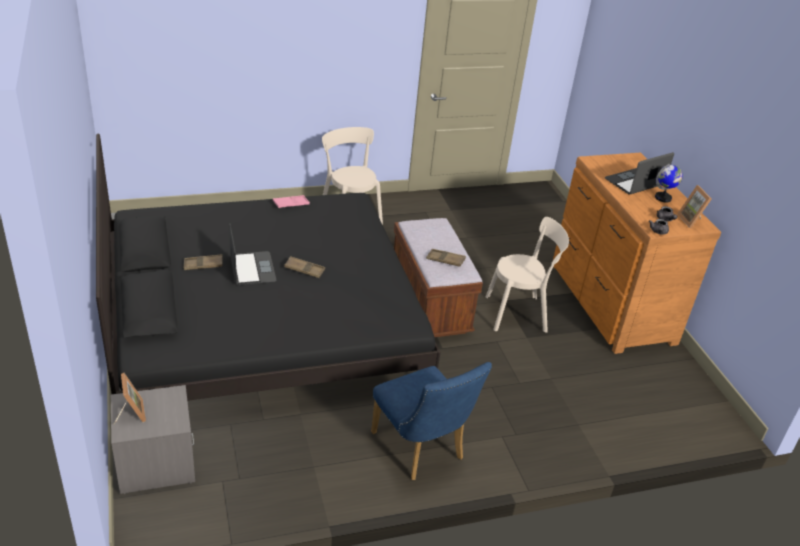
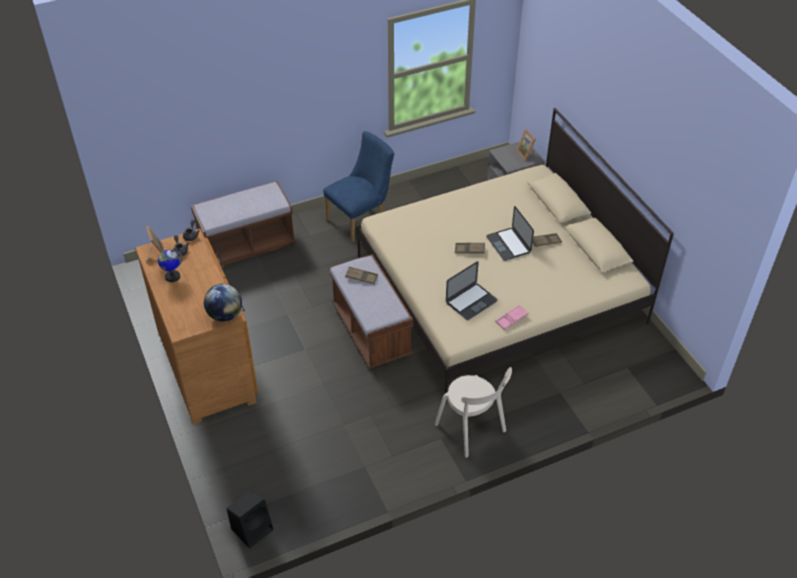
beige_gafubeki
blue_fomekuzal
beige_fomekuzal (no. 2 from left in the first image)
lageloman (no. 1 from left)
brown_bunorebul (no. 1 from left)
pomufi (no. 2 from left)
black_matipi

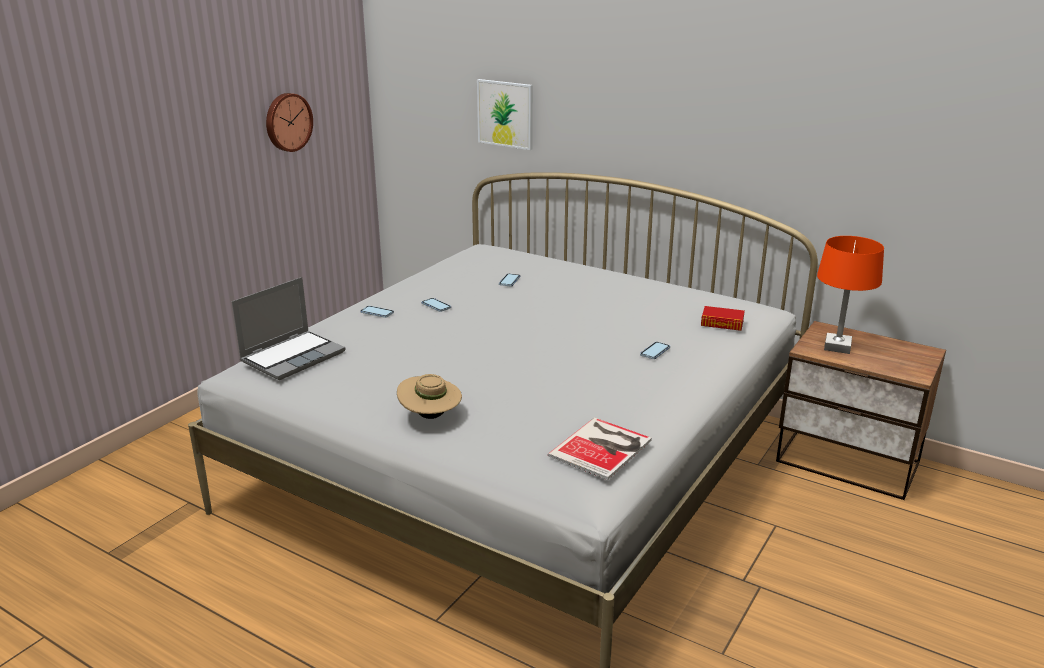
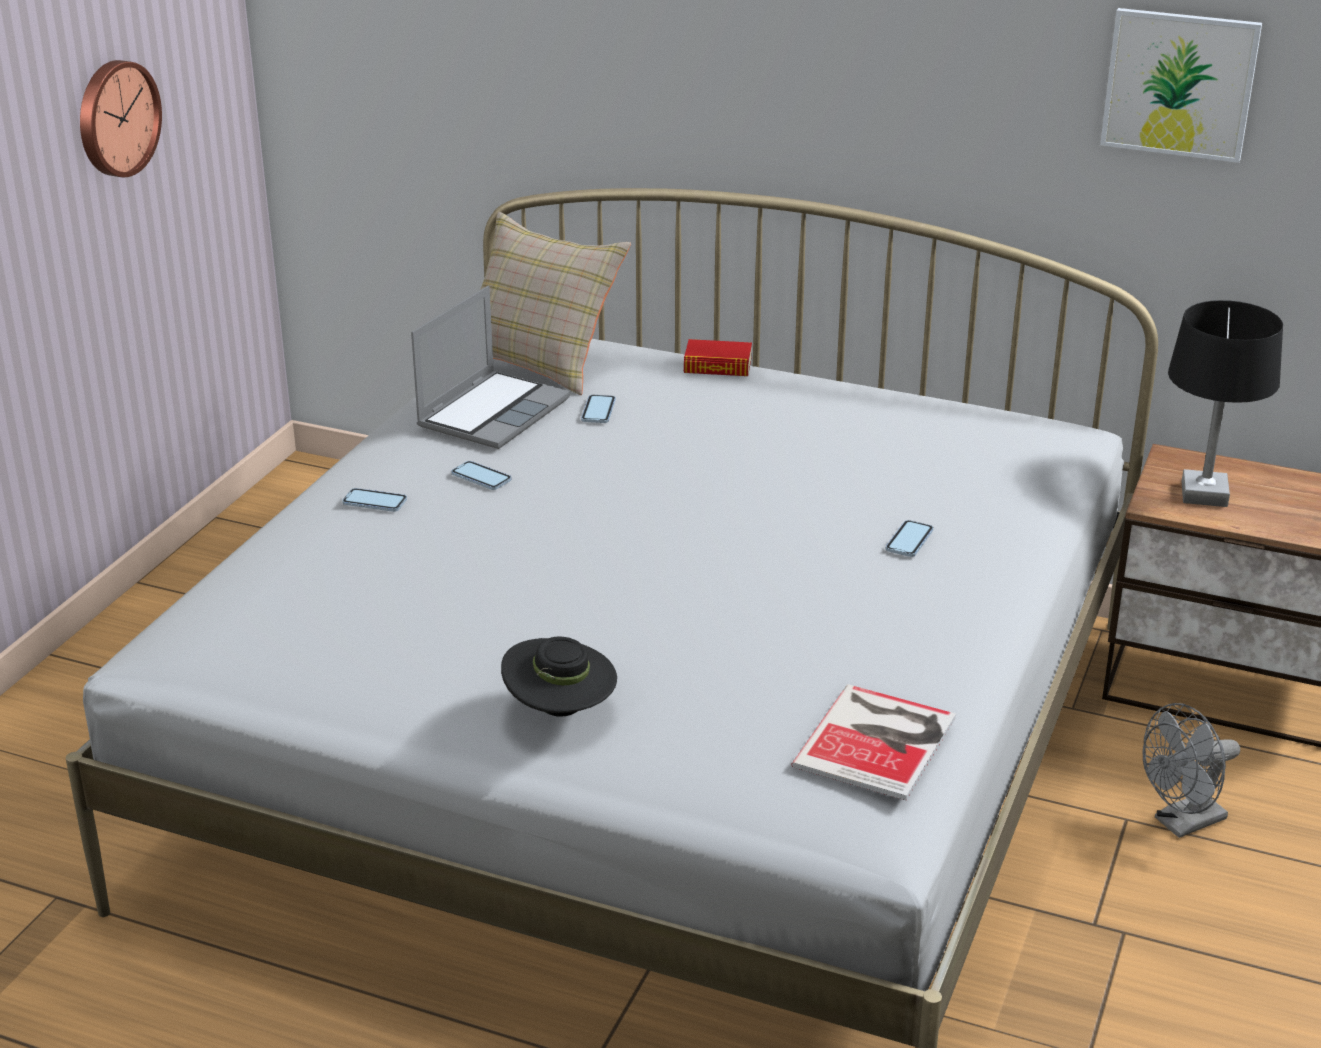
lageloman
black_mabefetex
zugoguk
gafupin (no. 1 from left)
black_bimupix
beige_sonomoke
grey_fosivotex

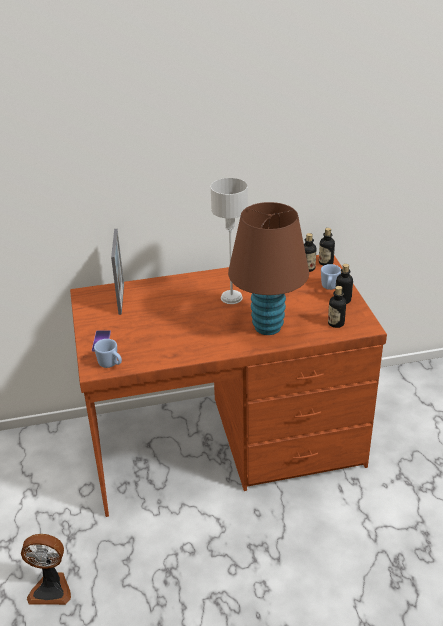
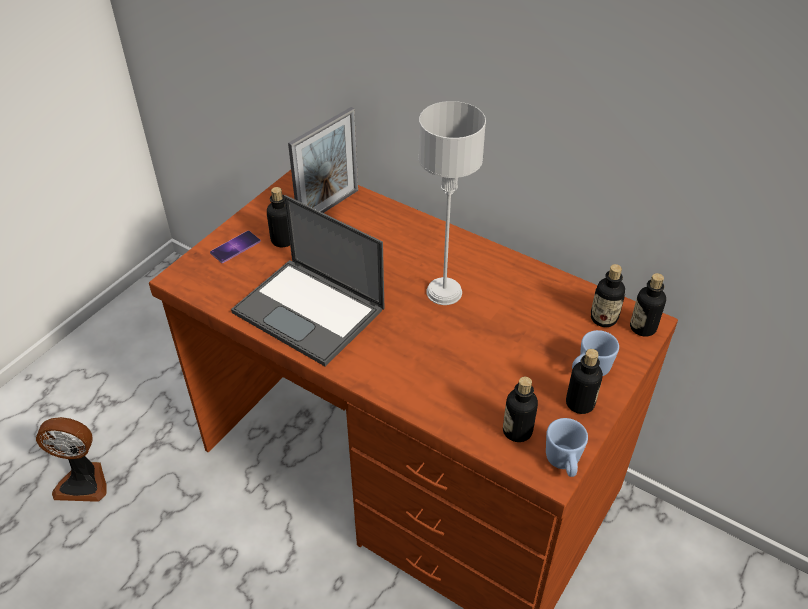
fosivotex
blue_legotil (no. 1 from left)
brown_bimupix
lageloman
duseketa (no. 1 from left)

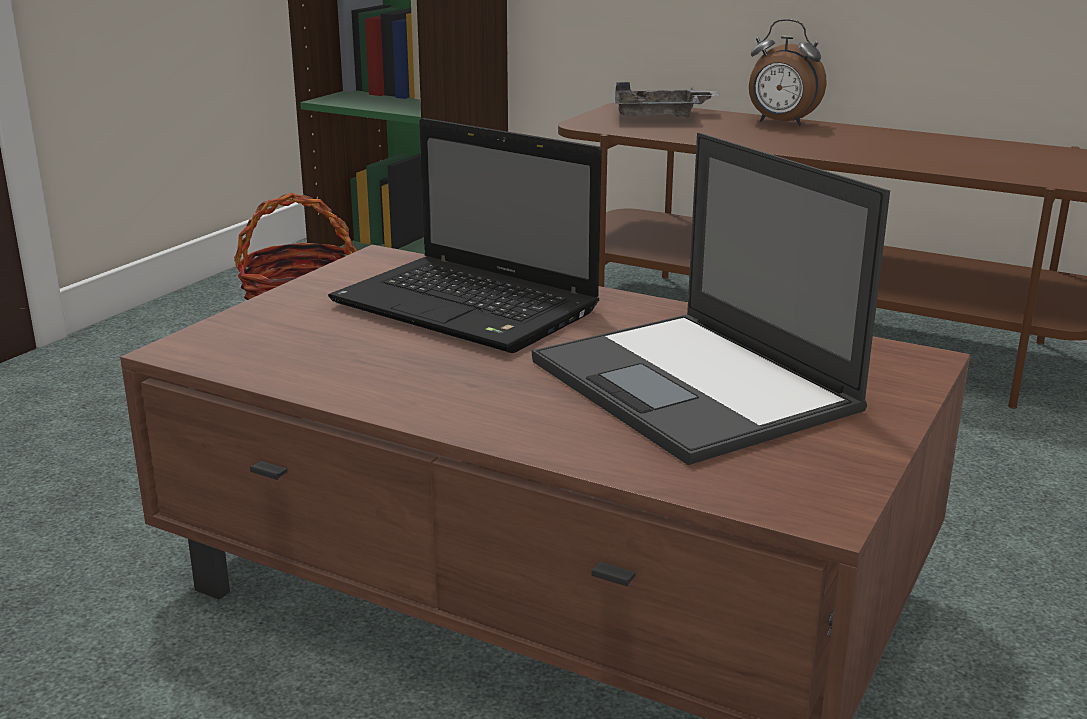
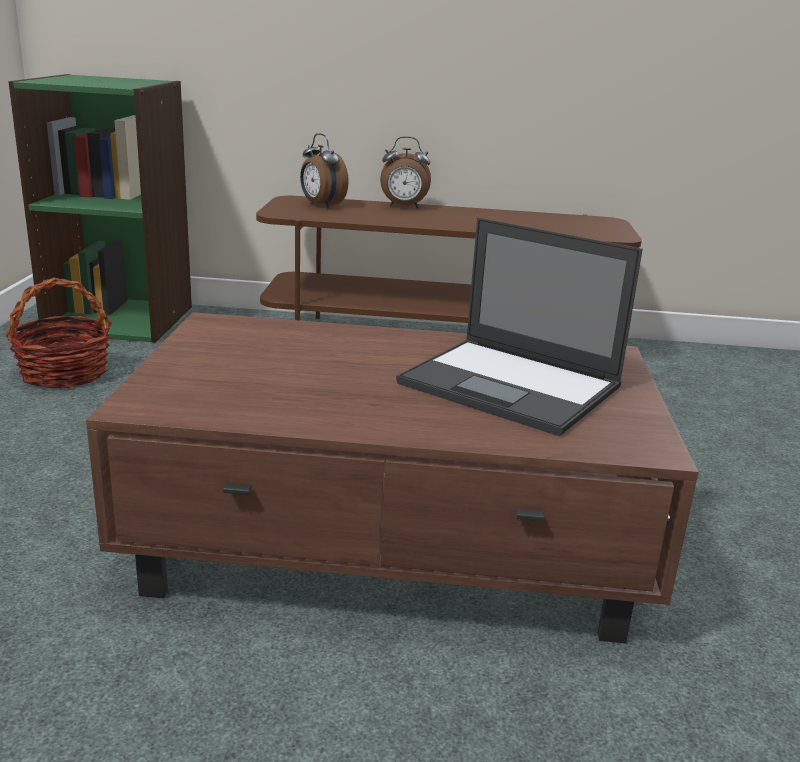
lageloman (no. 1 from left in the first image)
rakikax (no. 1 from left)

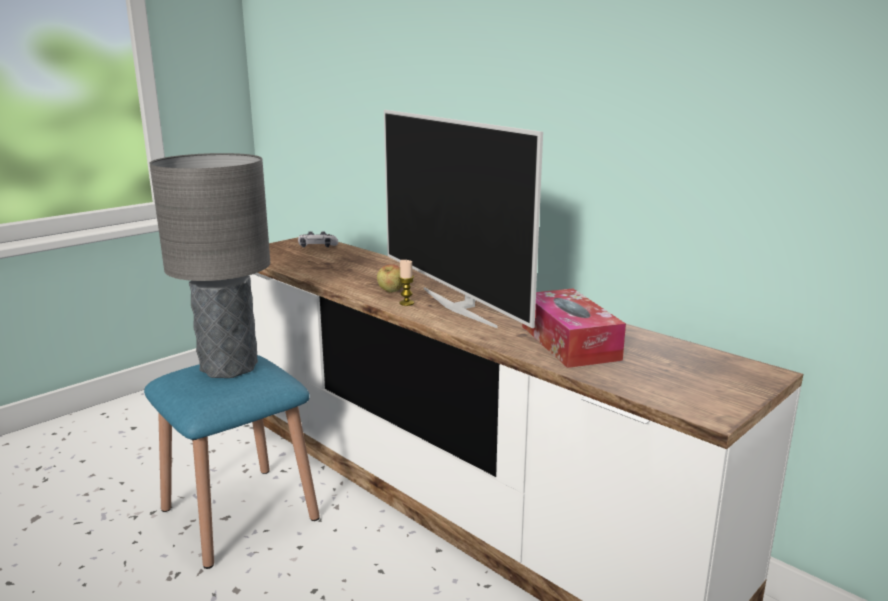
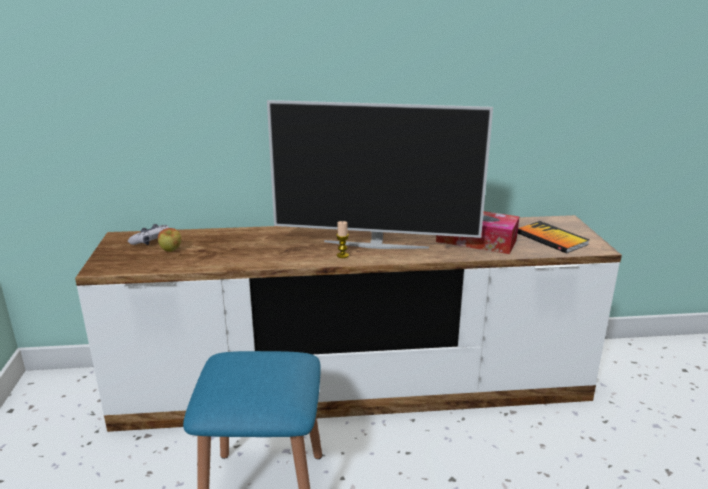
grey_bimupix
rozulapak
gafupin

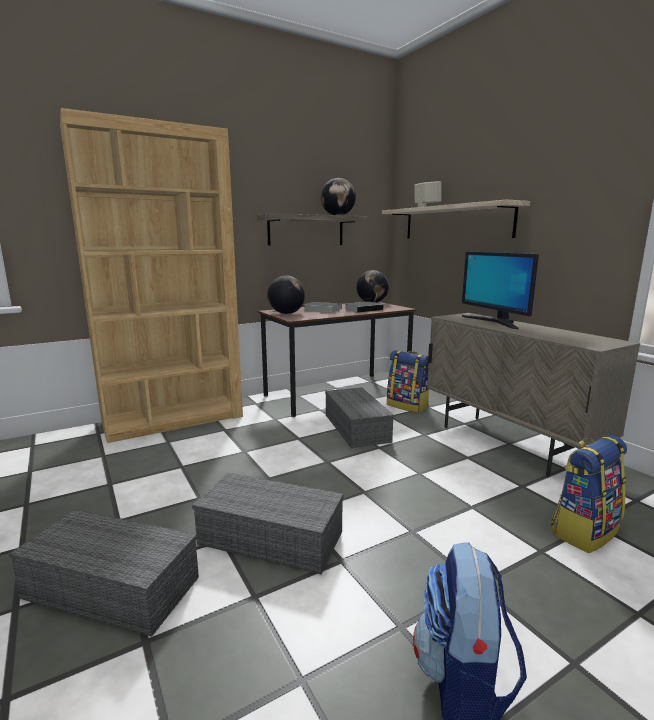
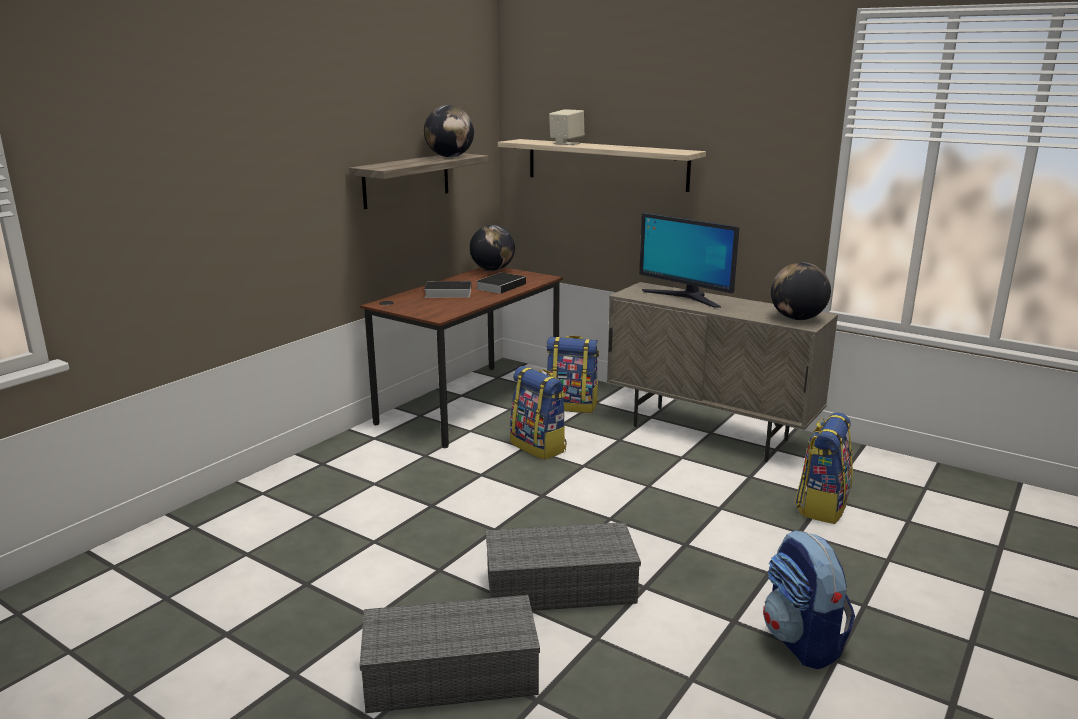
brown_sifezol
pomufi (no. 3 from left)
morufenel (no. 1 from left)

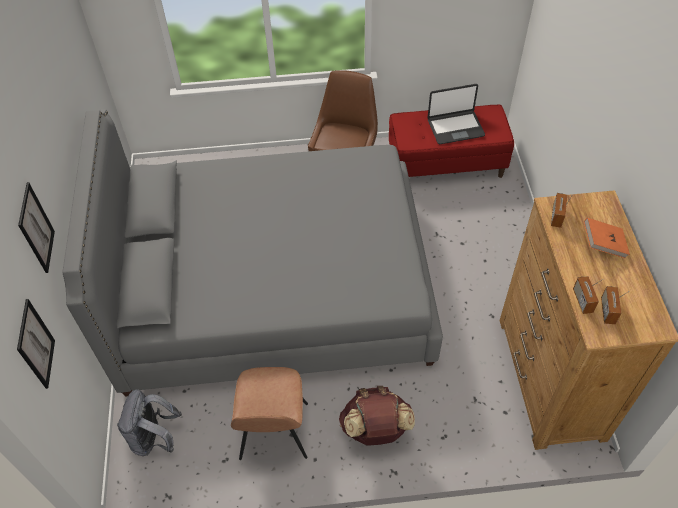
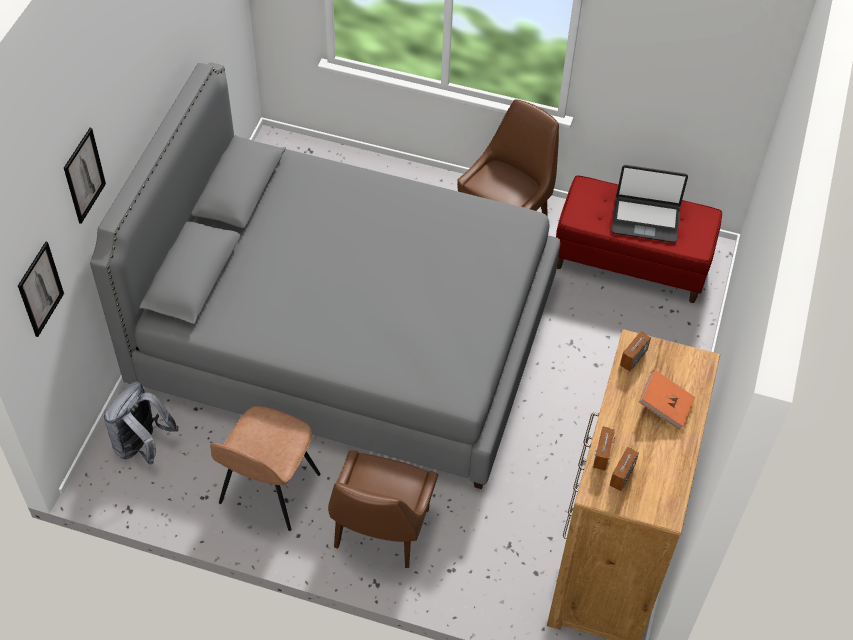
brown_fomekuzal (no. 2 from left)

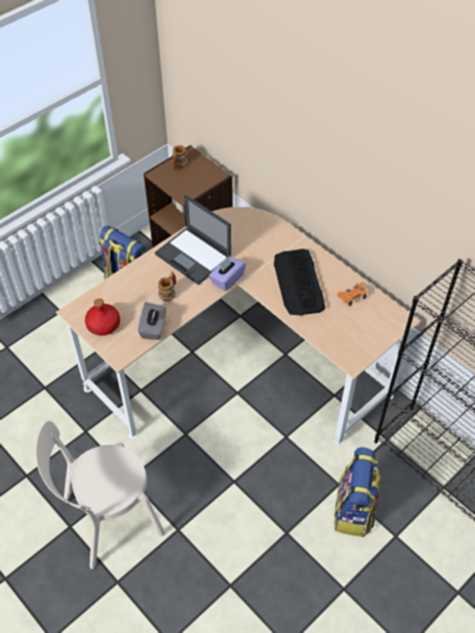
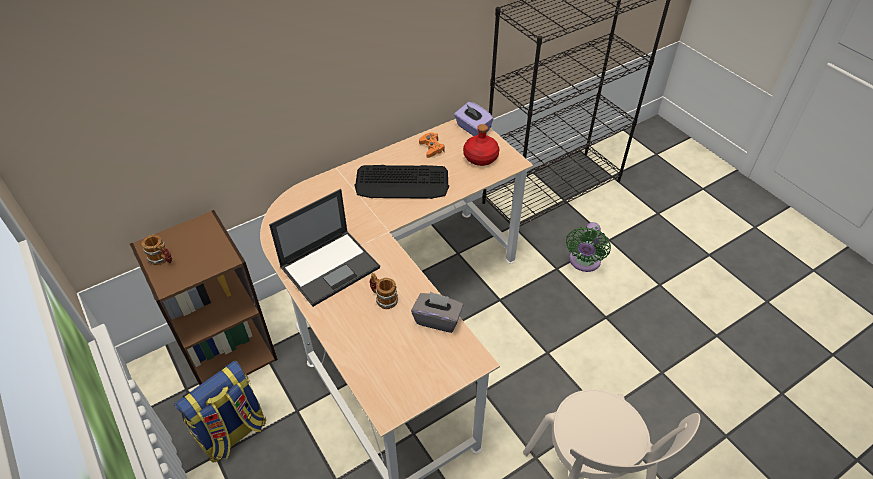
red_duseketa
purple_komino
green_fosivotex

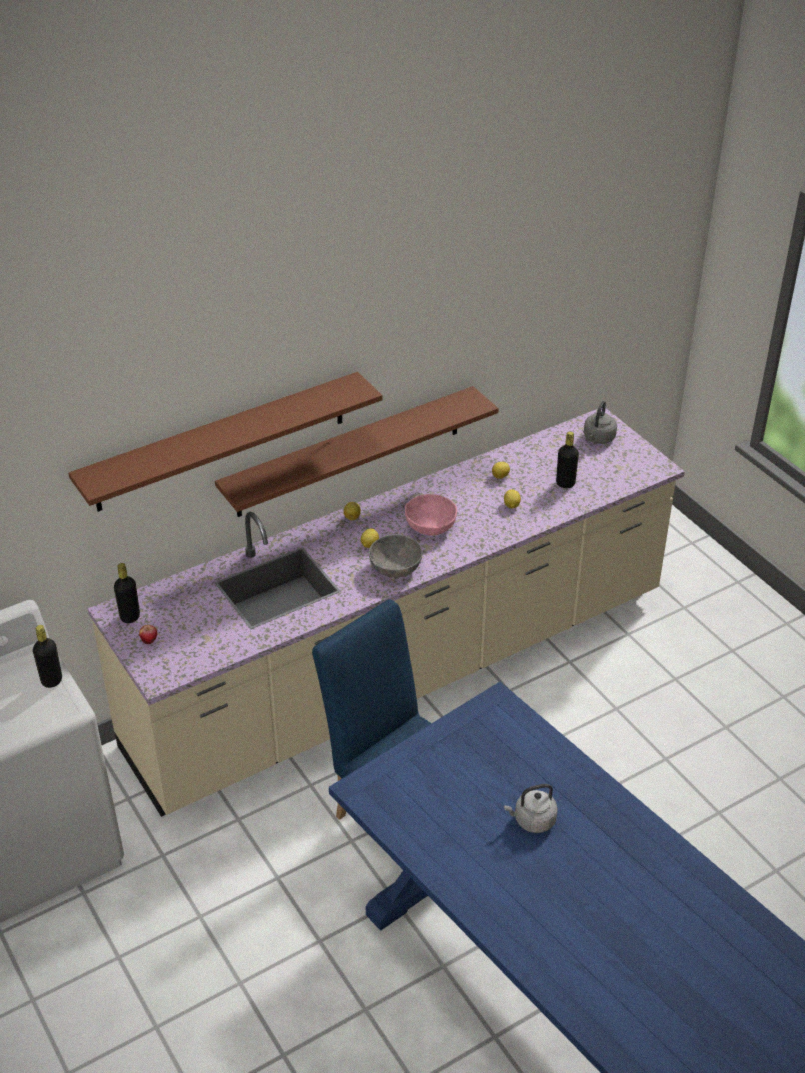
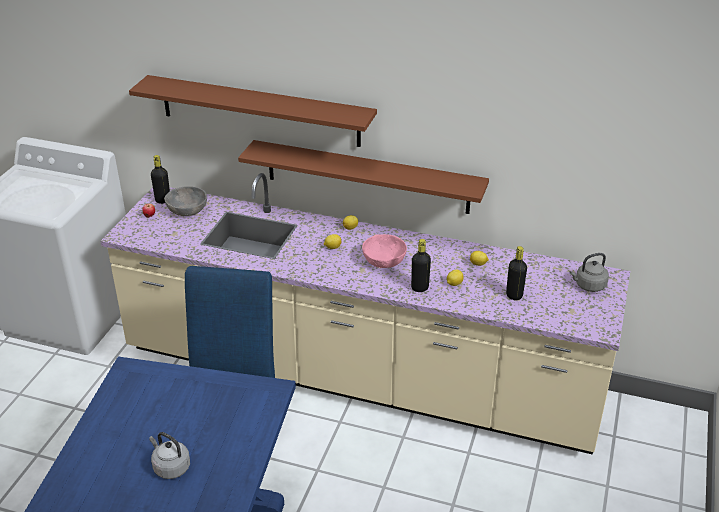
black_duseketa (no. 2 from left)
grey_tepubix

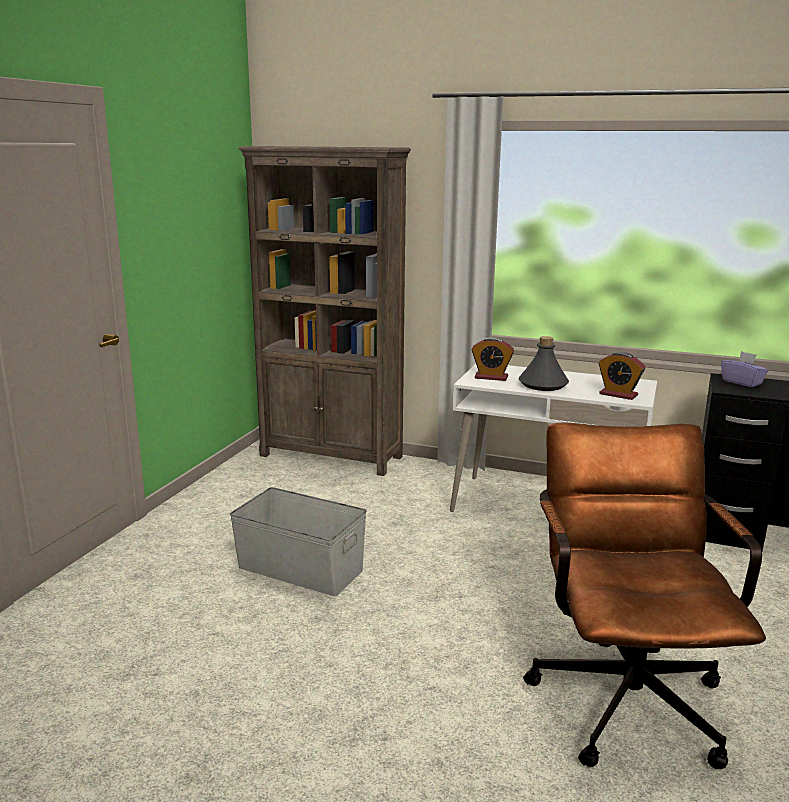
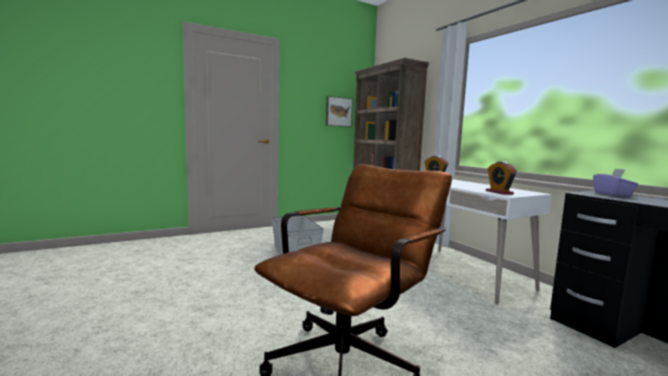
grey_duseketa
zugoguk

